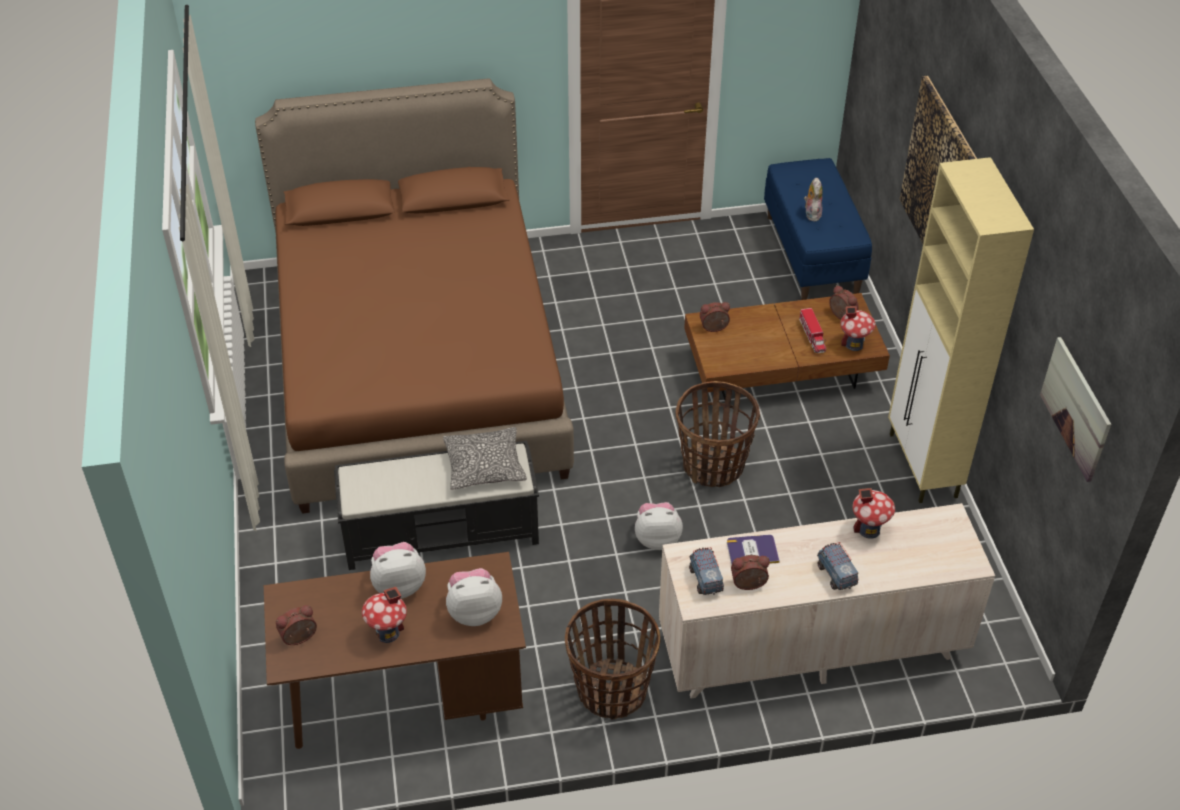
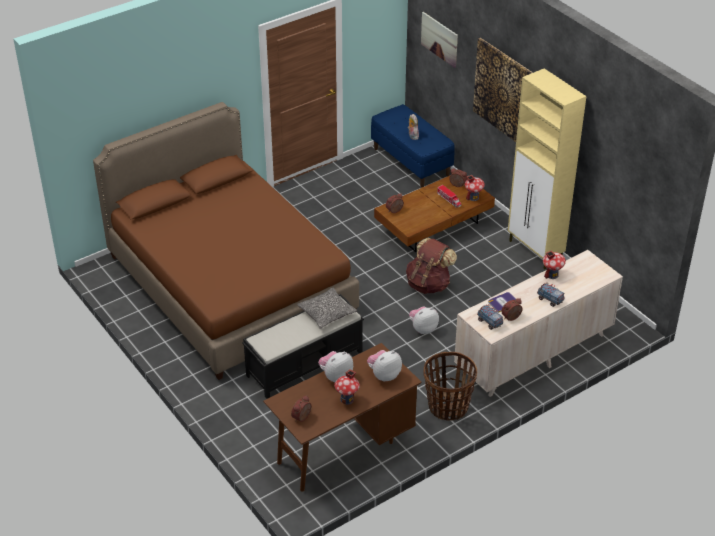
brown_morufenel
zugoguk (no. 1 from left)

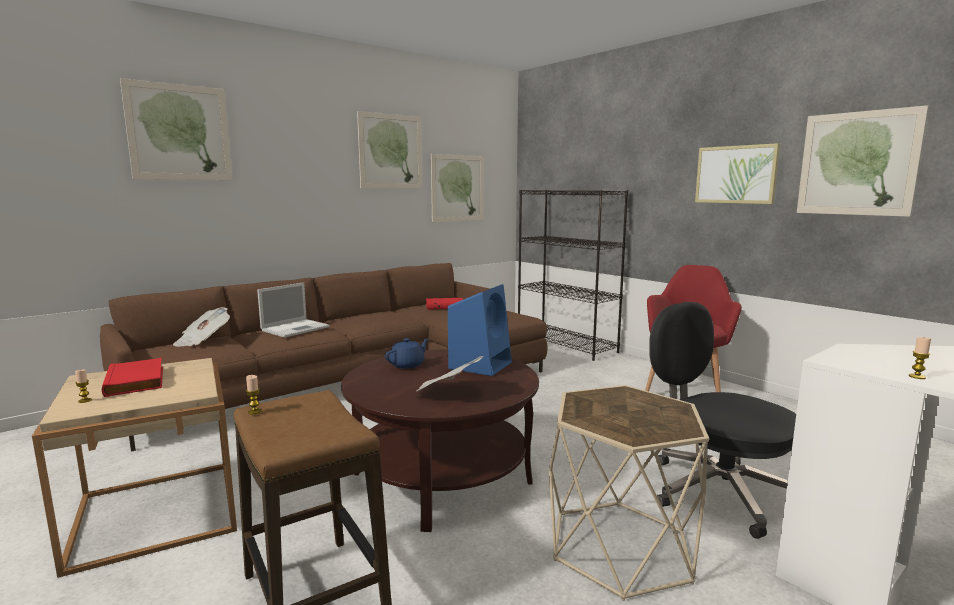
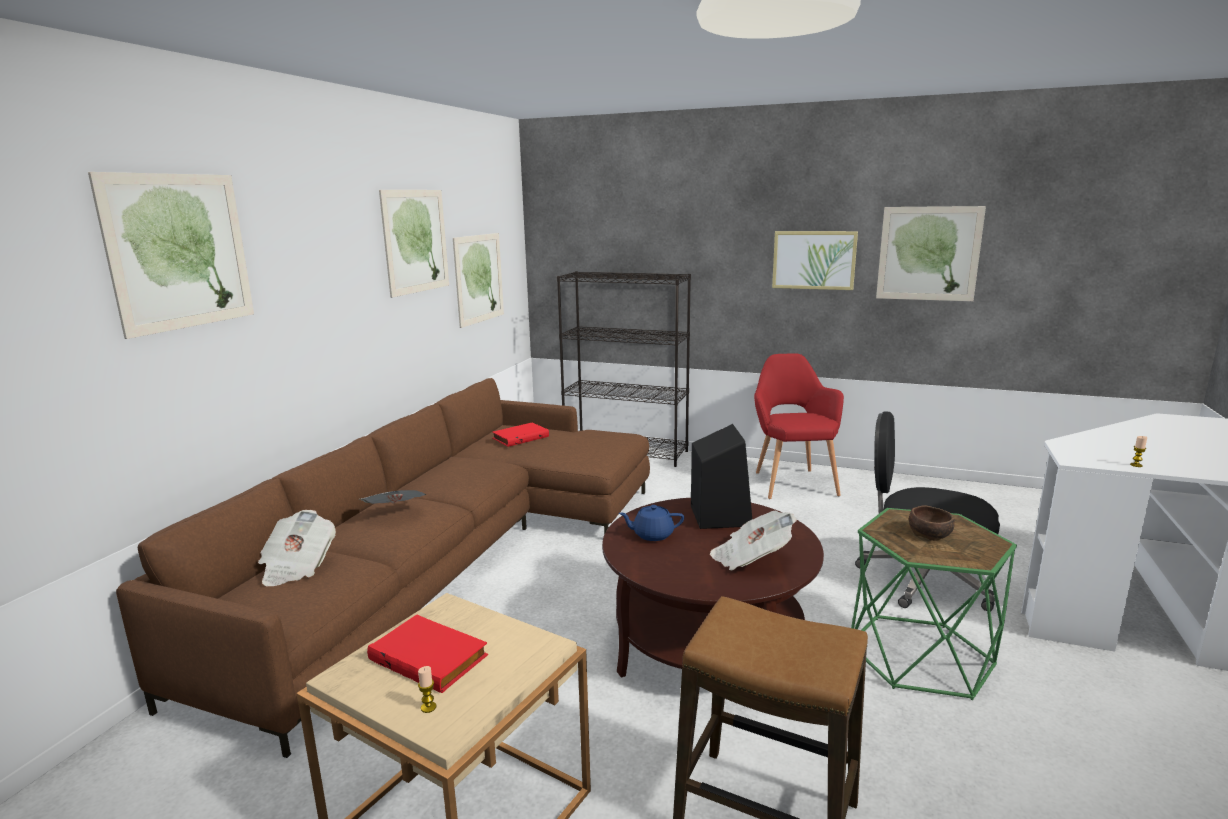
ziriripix (no. 2 from left in the first image)
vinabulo (no. 2 from left)
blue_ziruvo
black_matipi
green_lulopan
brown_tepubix

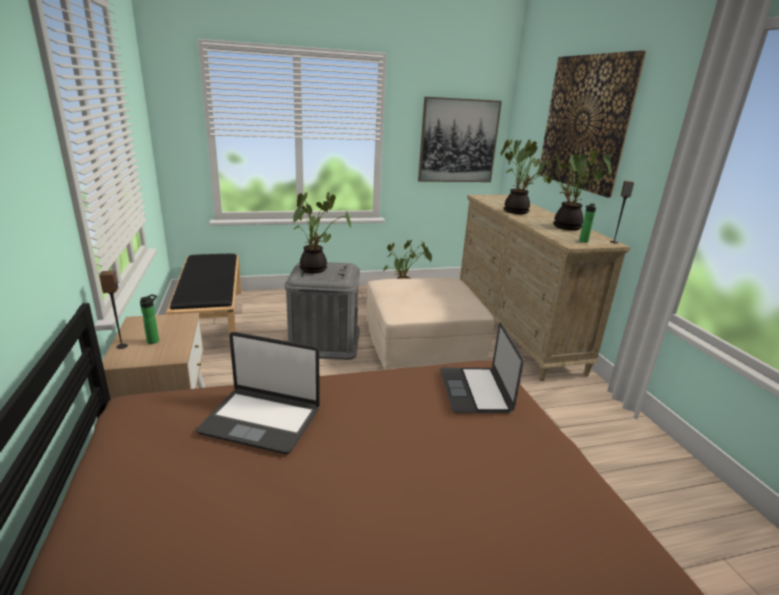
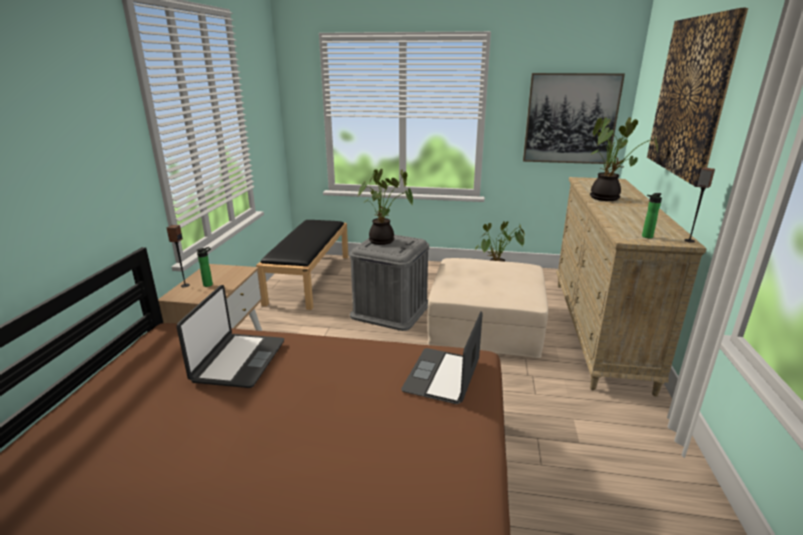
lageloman (no. 1 from left)
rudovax (no. 4 from left in the first image)

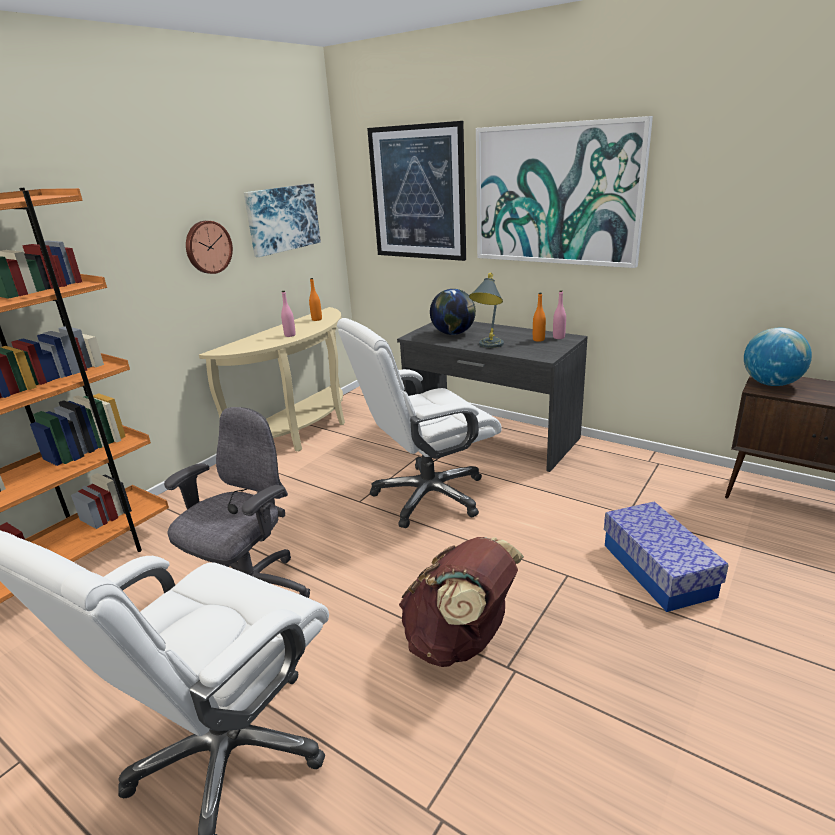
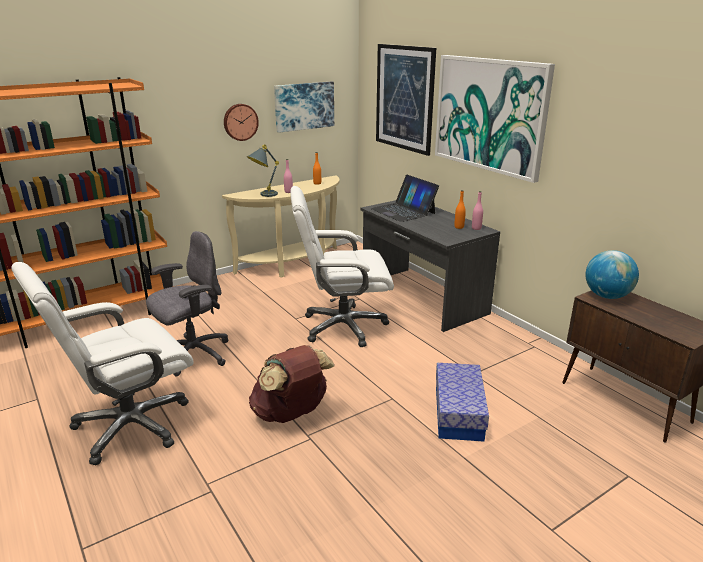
lageloman
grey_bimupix

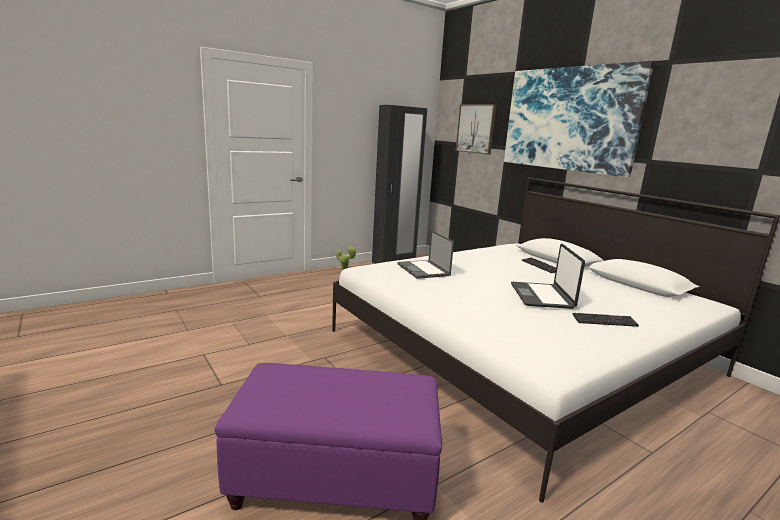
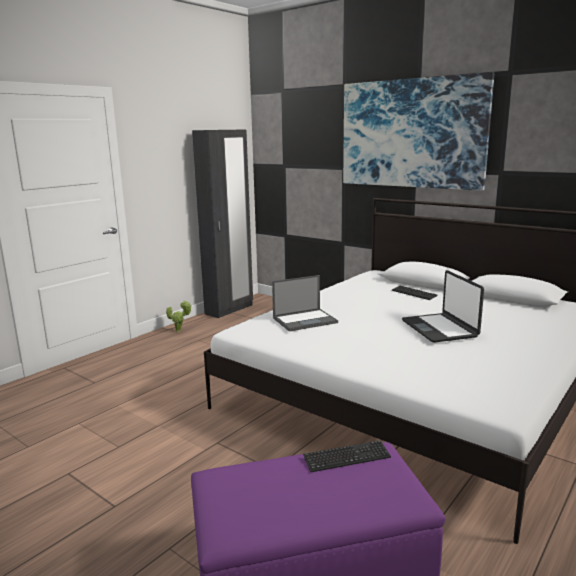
lageloman (no. 1 from left)
zugoguk (no. 1 from left in the first image)
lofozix (no. 1 from left)

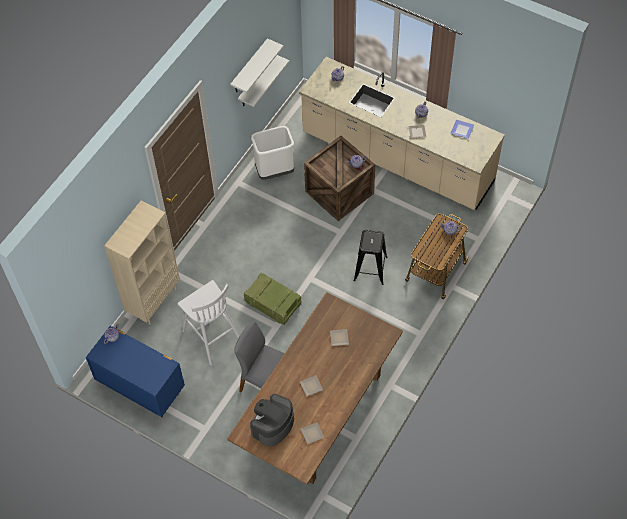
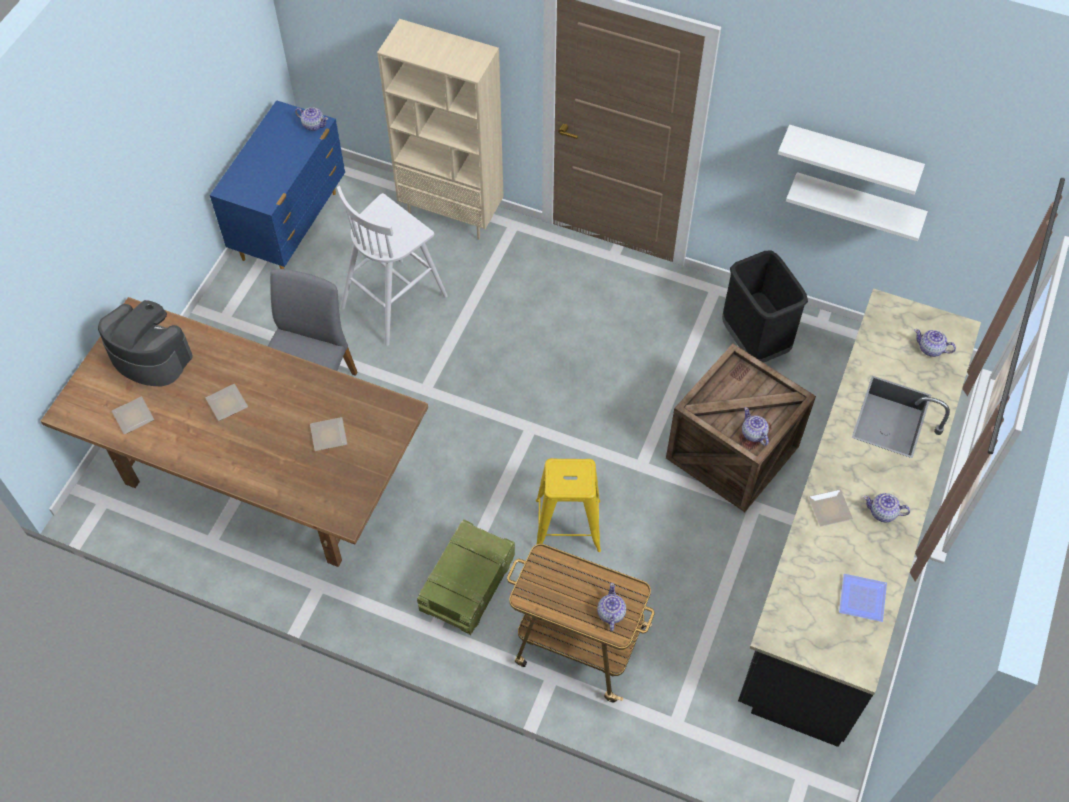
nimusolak (no. 1 from left)
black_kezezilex
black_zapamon
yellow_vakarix

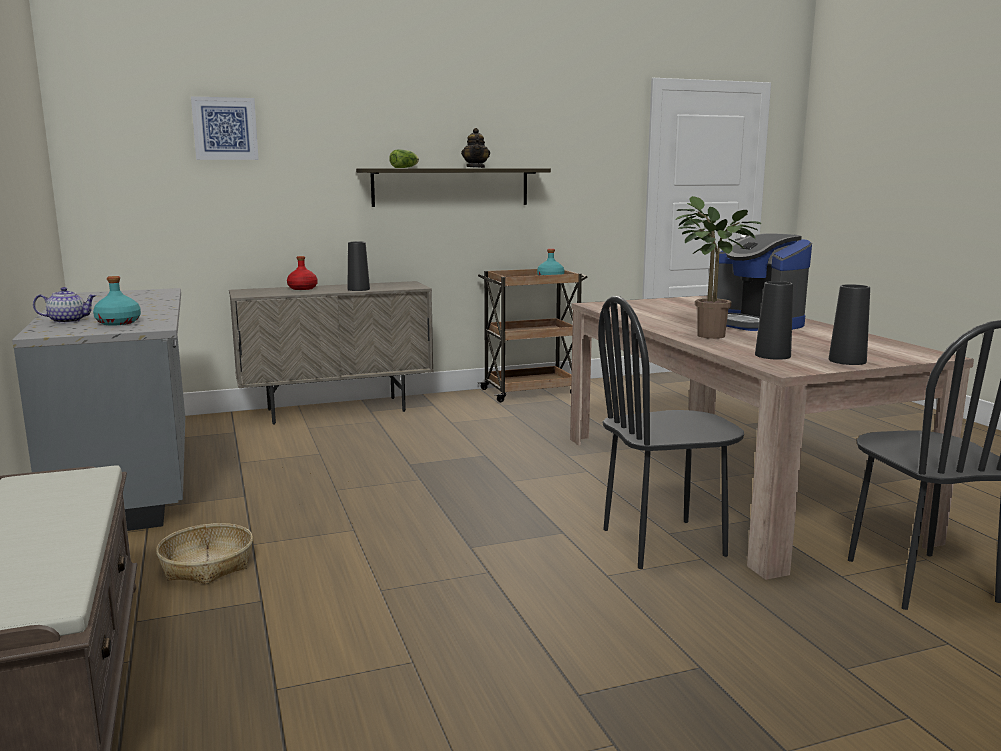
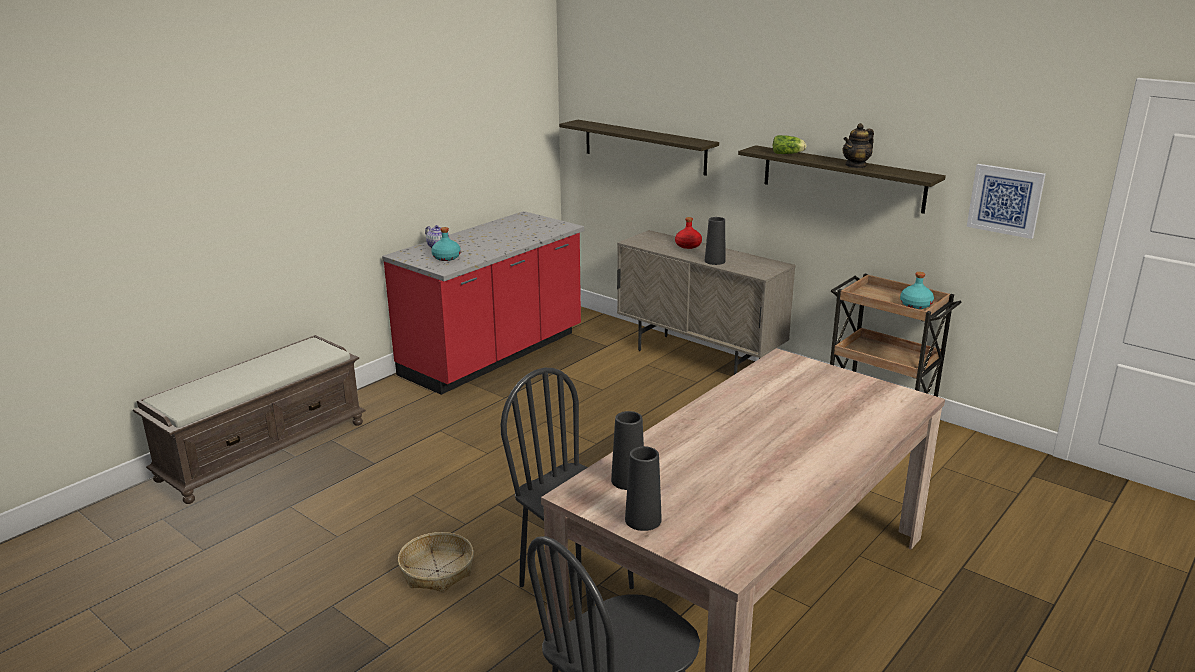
red_zapamon
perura
zugoguk
rudovax
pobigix
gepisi (no. 1 from left)

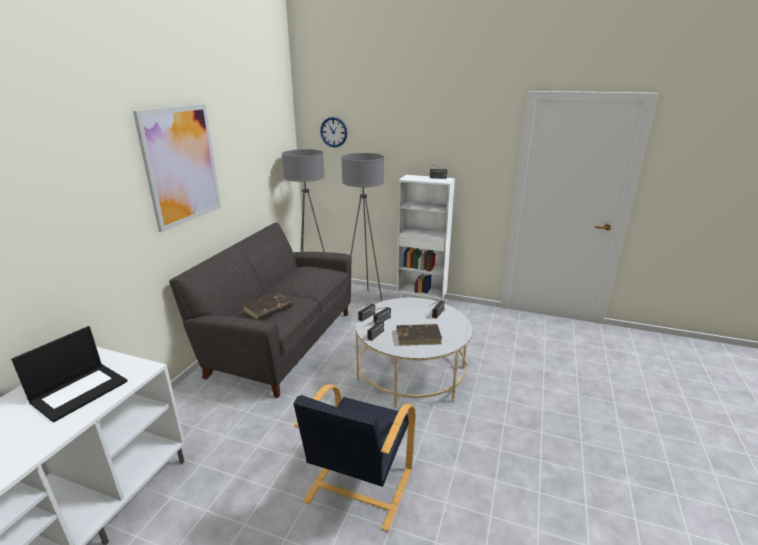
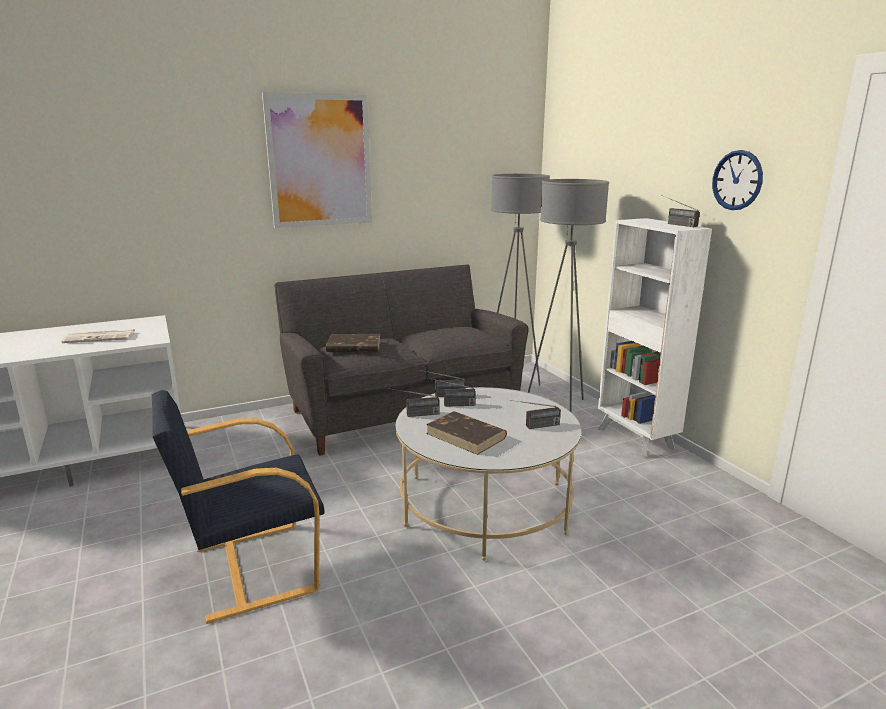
vinabulo
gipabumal

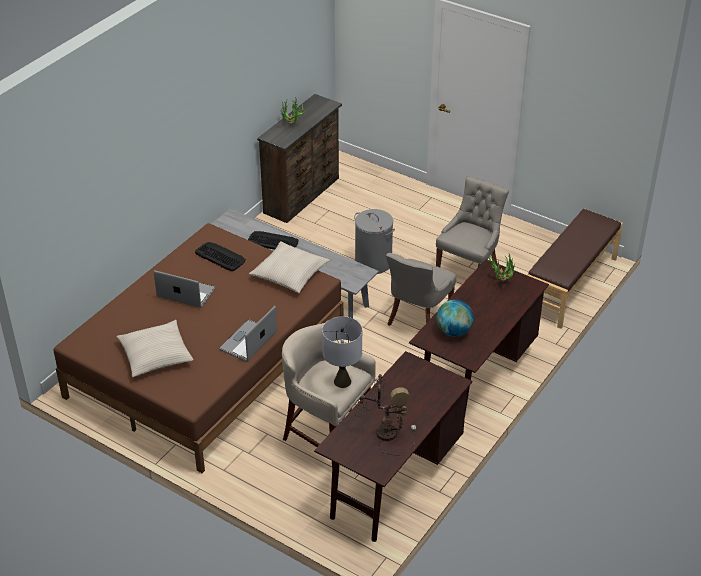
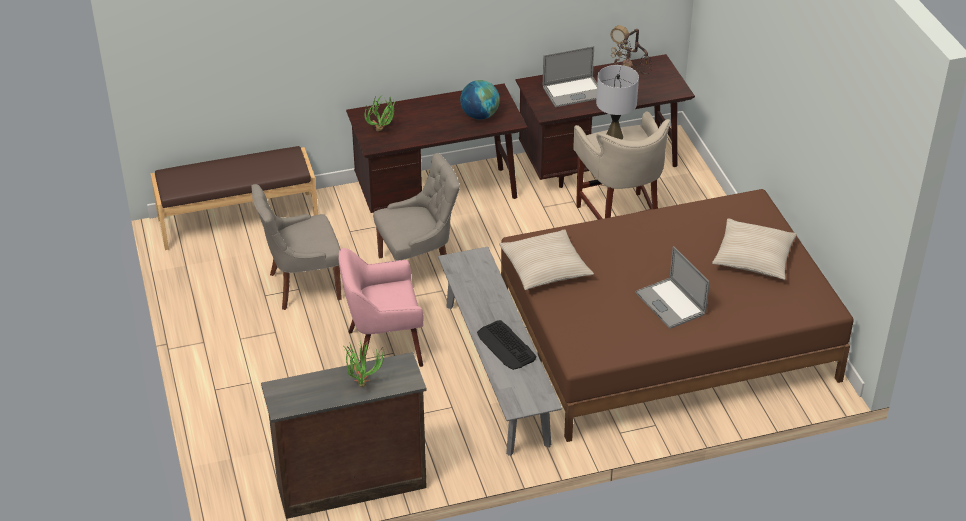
lofozix (no. 1 from left in the first image)
lageloman (no. 1 from left)
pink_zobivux

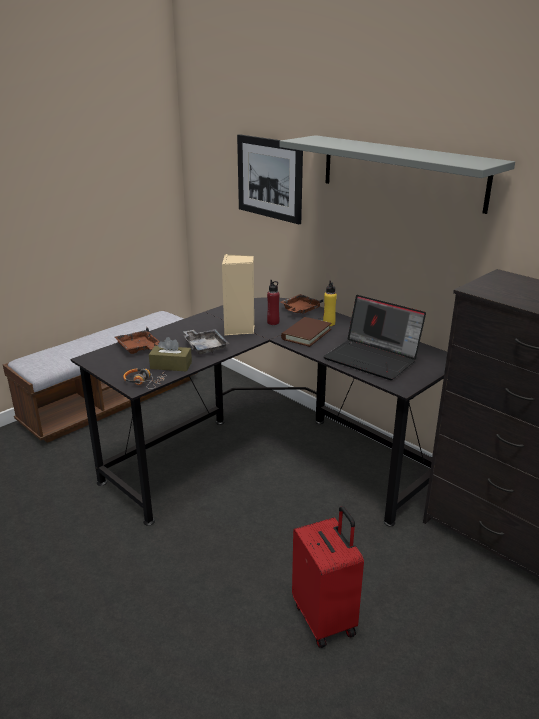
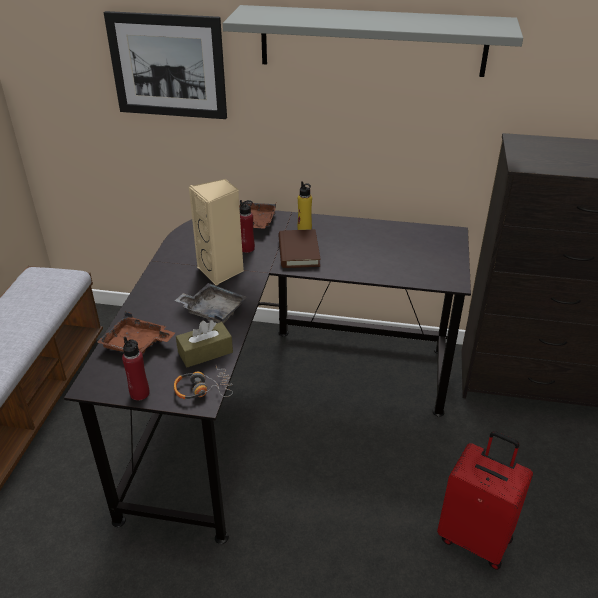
lageloman
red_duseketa (no. 1 from left)

